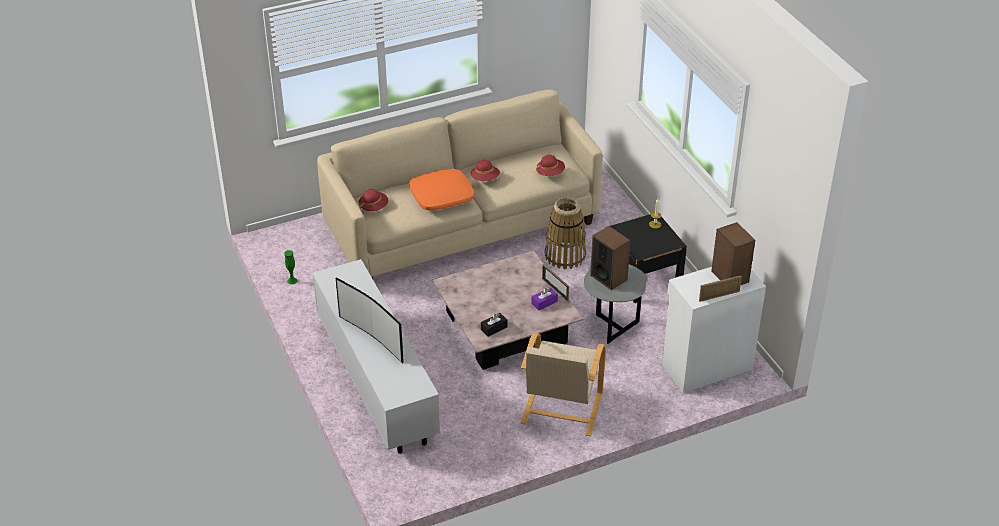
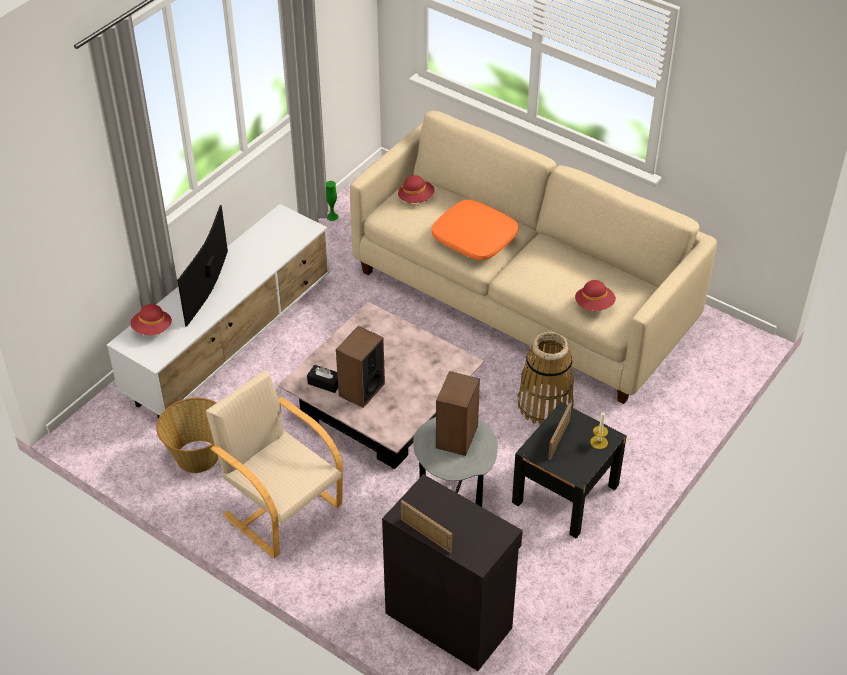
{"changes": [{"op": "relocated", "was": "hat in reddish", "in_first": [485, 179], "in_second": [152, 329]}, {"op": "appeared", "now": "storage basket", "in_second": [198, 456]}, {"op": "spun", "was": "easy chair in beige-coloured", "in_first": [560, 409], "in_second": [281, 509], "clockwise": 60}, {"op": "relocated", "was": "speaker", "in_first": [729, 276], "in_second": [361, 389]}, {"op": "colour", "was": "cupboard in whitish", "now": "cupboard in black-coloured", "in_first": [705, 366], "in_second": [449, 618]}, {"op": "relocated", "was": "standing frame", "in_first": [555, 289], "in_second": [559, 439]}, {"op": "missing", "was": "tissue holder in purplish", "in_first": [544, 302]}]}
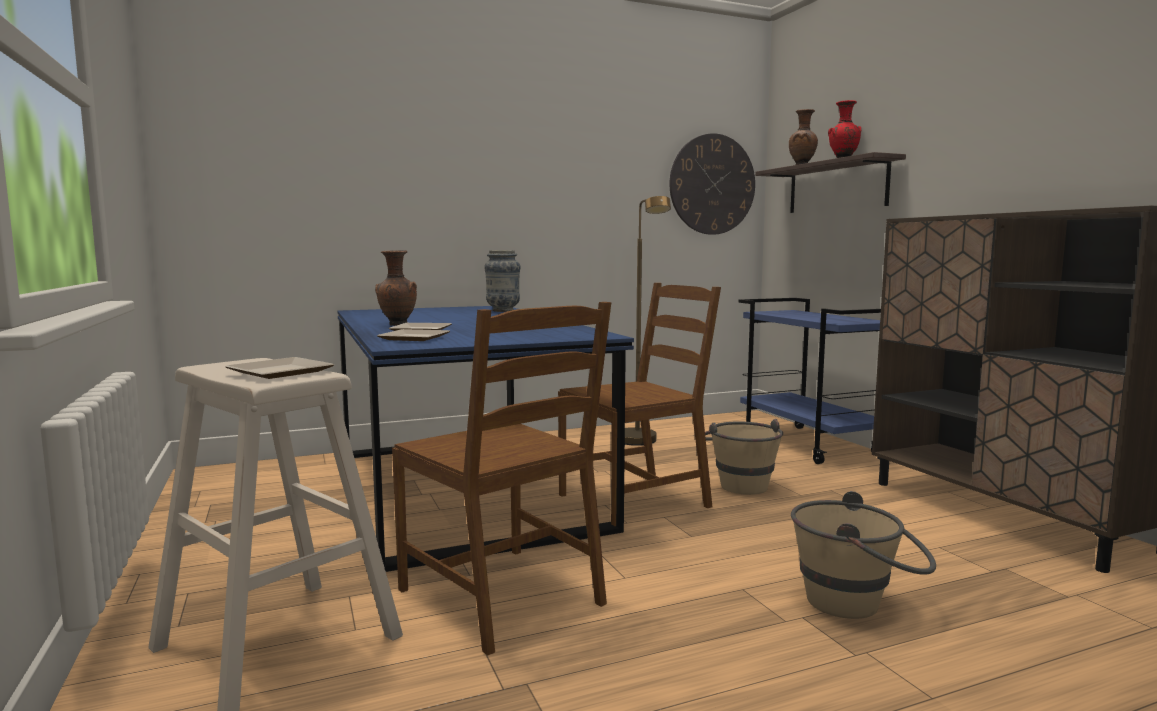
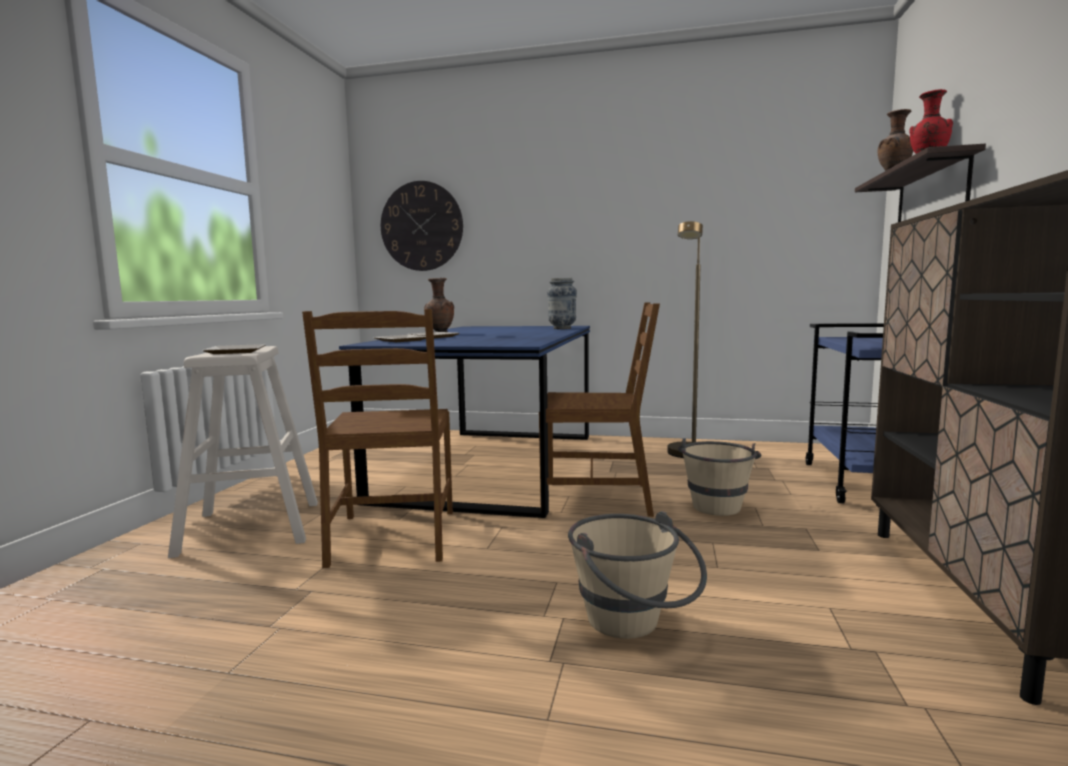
{"changes": [{"op": "relocated", "was": "clock on the wall", "in_first": [712, 184], "in_second": [421, 226]}]}
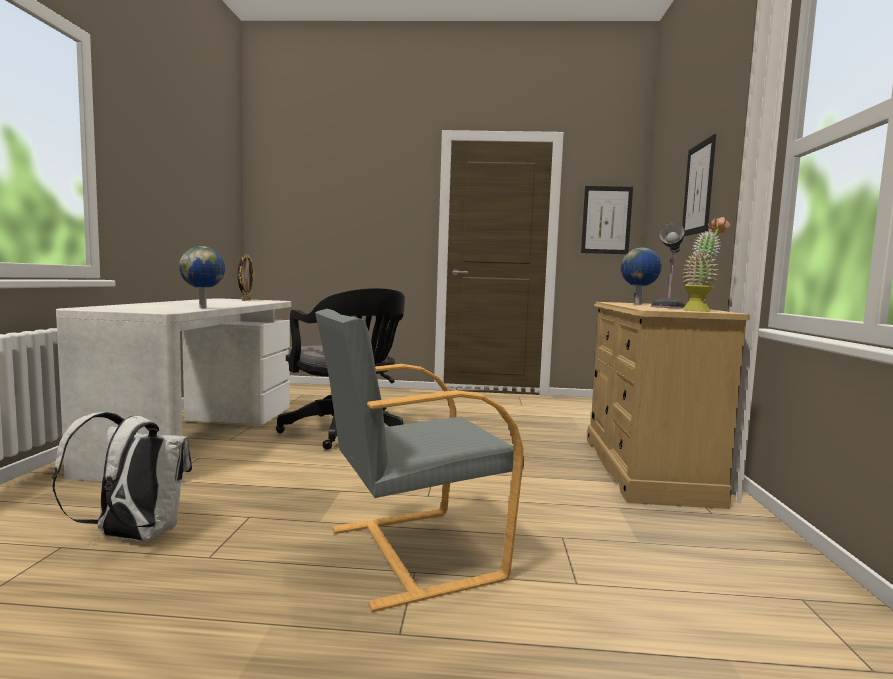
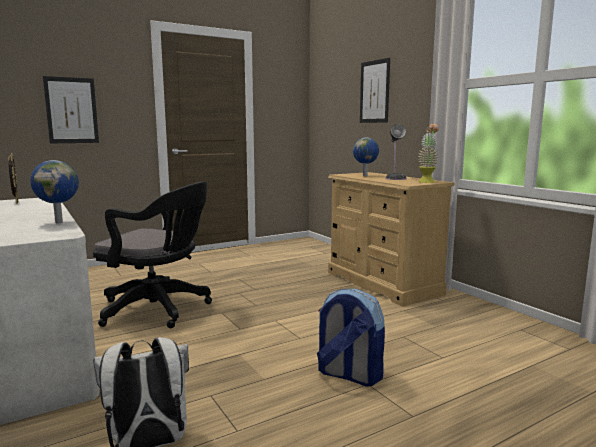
{"changes": [{"op": "relocated", "was": "wall art", "in_first": [606, 220], "in_second": [71, 110]}, {"op": "exchanged", "was": "easy chair in greyish", "now": "knapsack", "in_first": [410, 552], "in_second": [348, 375]}]}
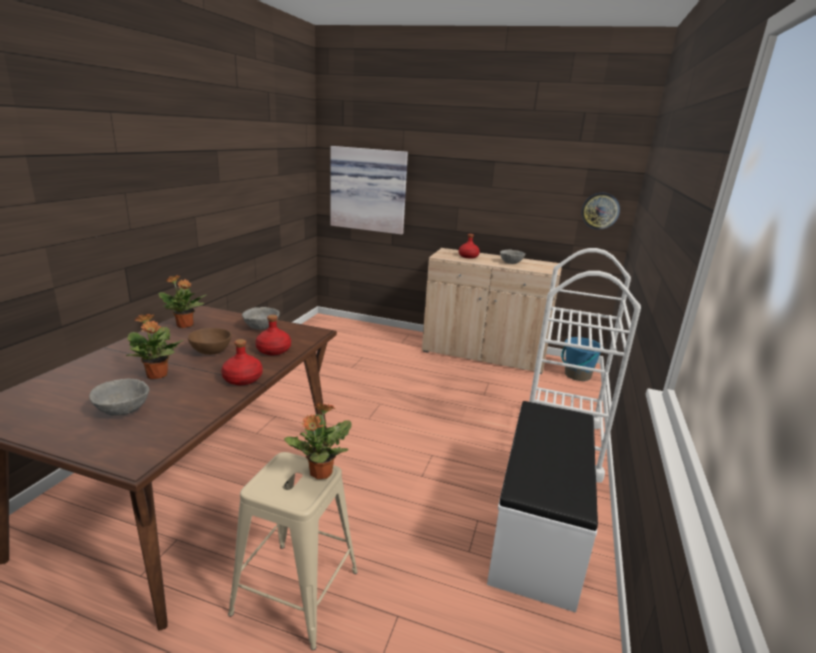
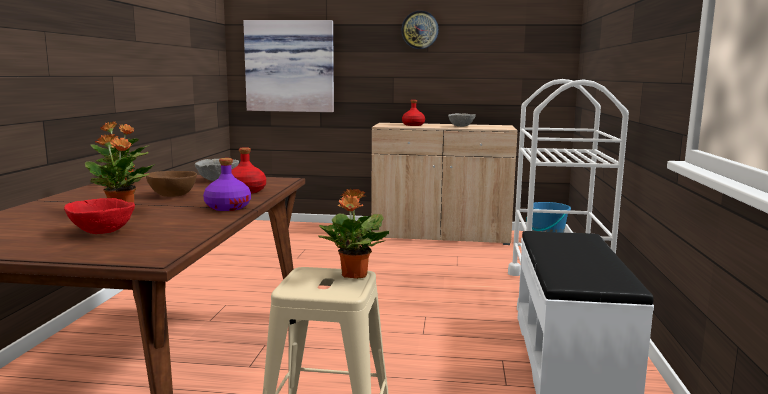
{"changes": [{"op": "colour", "was": "deep dish in greyish", "now": "deep dish in reddish", "in_first": [122, 410], "in_second": [101, 232]}, {"op": "colour", "was": "drink bottle in reddish", "now": "drink bottle in purplish", "in_first": [242, 379], "in_second": [227, 207]}, {"op": "relocated", "was": "clock on the wall", "in_first": [600, 211], "in_second": [420, 30]}]}
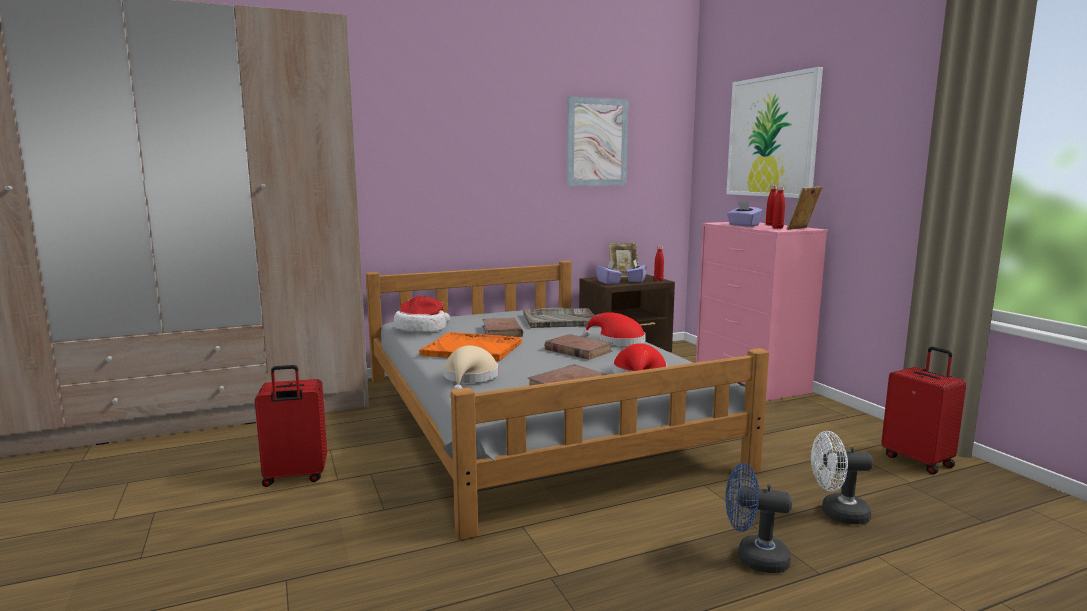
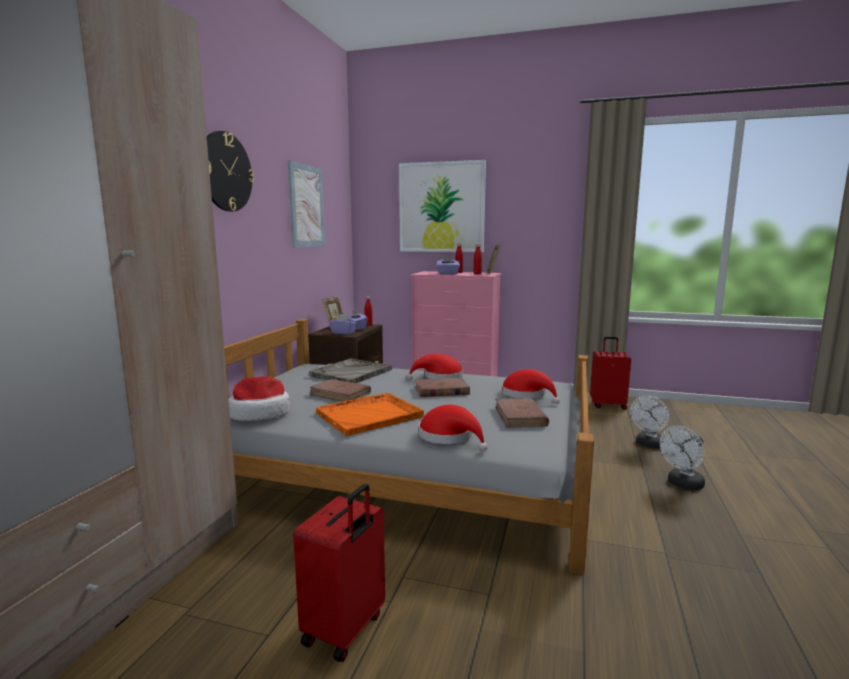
{"changes": [{"op": "appeared", "now": "clock on the wall", "in_second": [225, 172]}, {"op": "colour", "was": "hat in beige-coloured", "now": "hat in reddish", "in_first": [470, 378], "in_second": [450, 437]}, {"op": "colour", "was": "electric fan in blue-coloured", "now": "electric fan in whitish", "in_first": [753, 558], "in_second": [682, 484]}]}
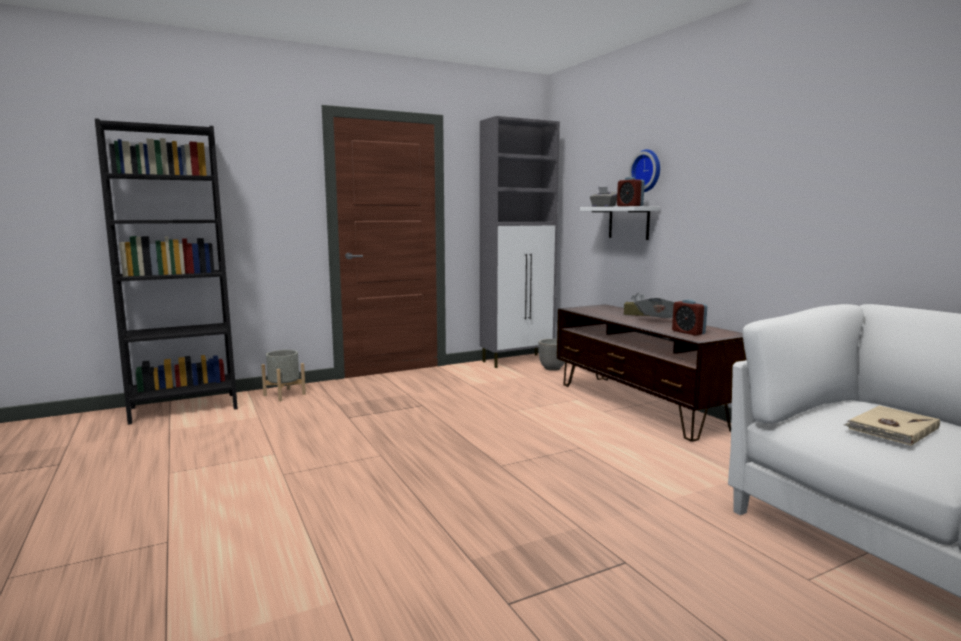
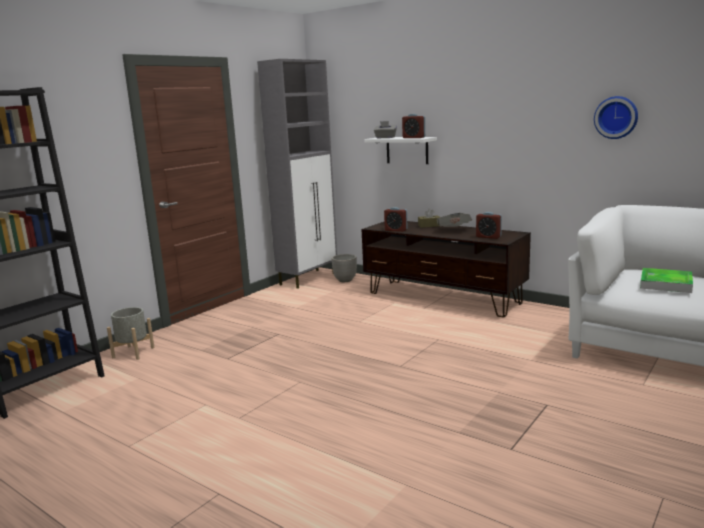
{"changes": [{"op": "appeared", "now": "table clock", "in_second": [396, 230]}, {"op": "relocated", "was": "clock on the wall", "in_first": [647, 171], "in_second": [616, 117]}, {"op": "exchanged", "was": "book in beige-coloured", "now": "tray", "in_first": [891, 428], "in_second": [665, 284]}]}
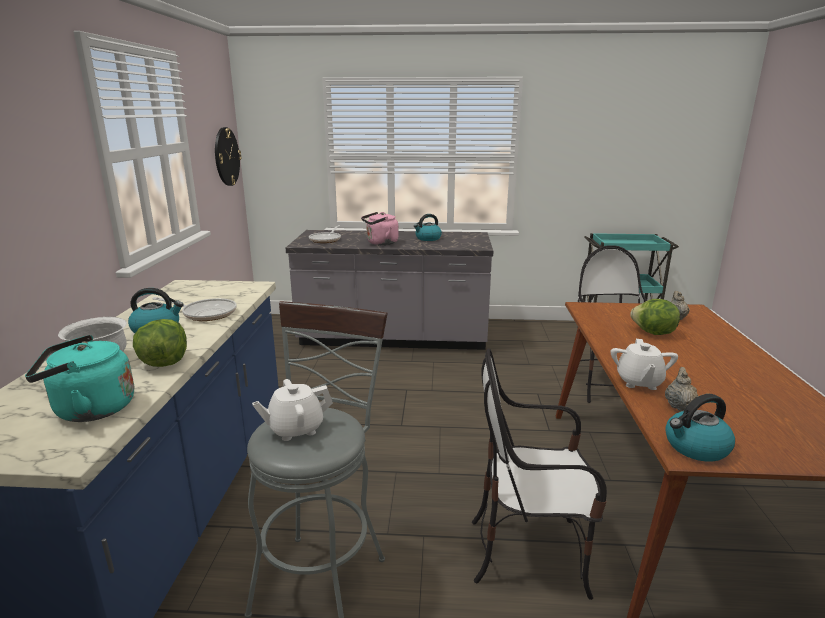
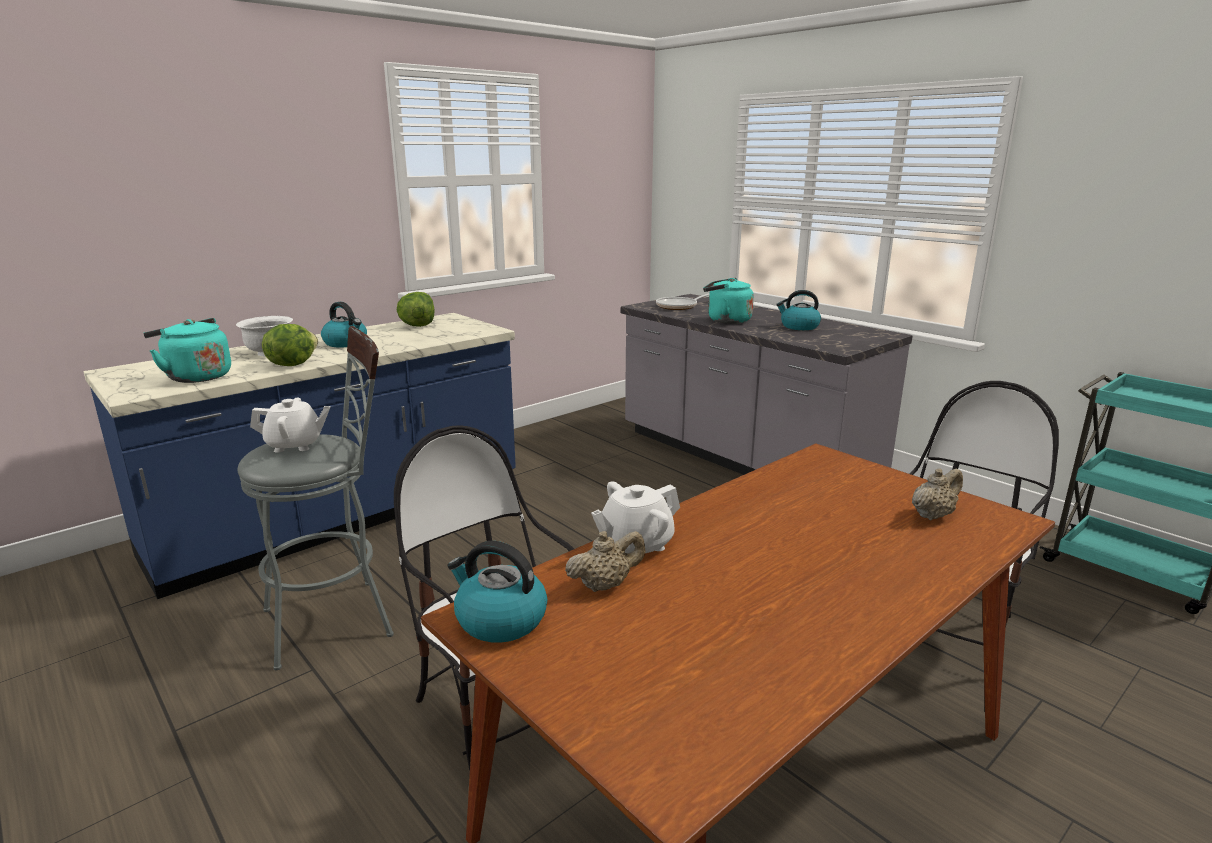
{"changes": [{"op": "spun", "was": "teapot in whitish", "in_first": [295, 429], "in_second": [295, 445], "clockwise": 150}, {"op": "relocated", "was": "lettuce", "in_first": [653, 333], "in_second": [417, 325]}, {"op": "colour", "was": "kettle in pink-coloured", "now": "kettle in turquoise-coloured", "in_first": [380, 243], "in_second": [726, 320]}, {"op": "missing", "was": "pan", "in_first": [205, 313]}, {"op": "missing", "was": "clock on the wall", "in_first": [226, 156]}]}
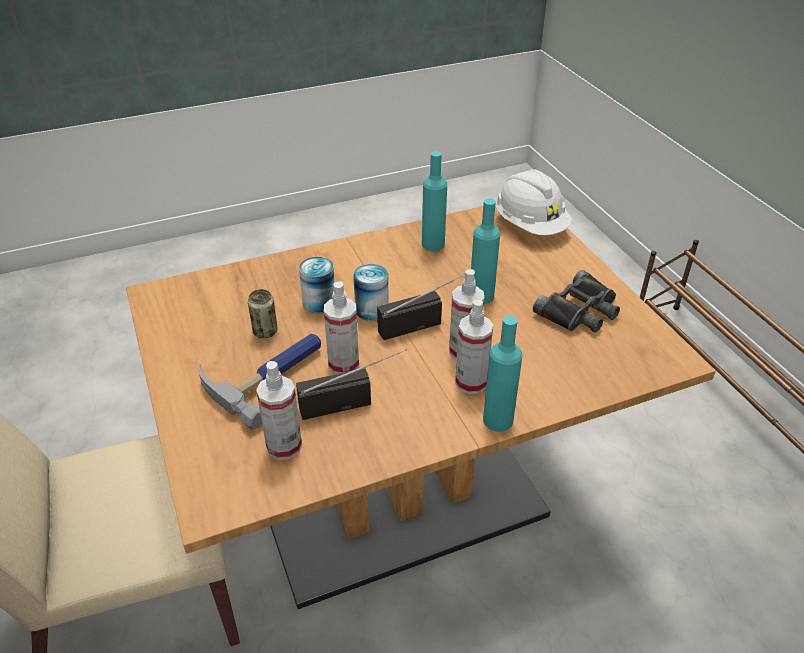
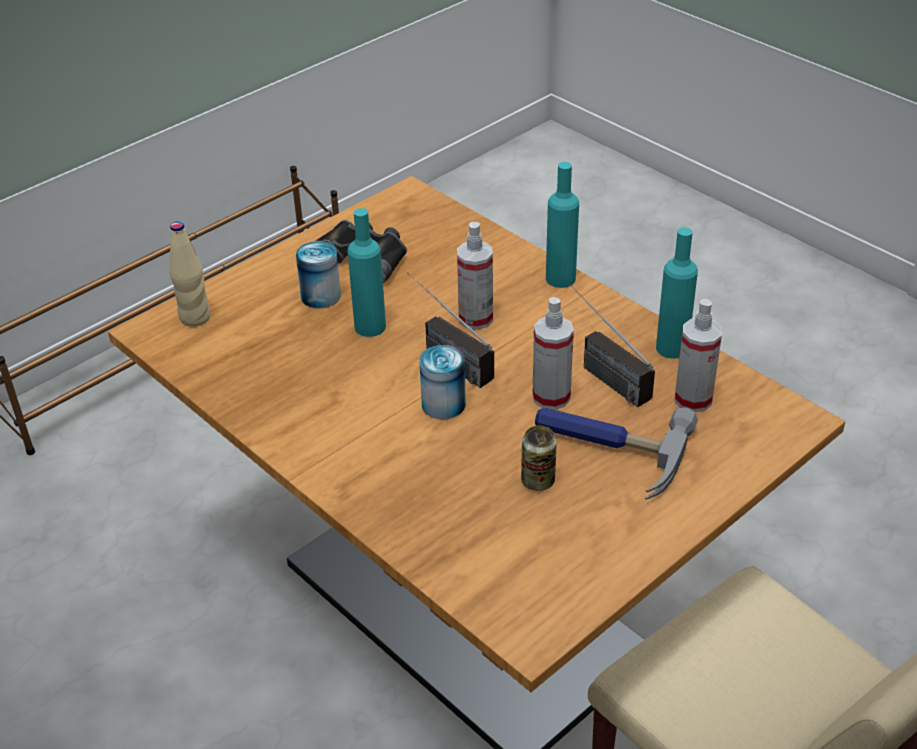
{"changes": [{"op": "exchanged", "was": "hard hat in whitish", "now": "drink bottle in beige-coloured", "in_first": [530, 225], "in_second": [195, 318]}, {"op": "relocated", "was": "sealed can", "in_first": [319, 302], "in_second": [321, 296]}, {"op": "relocated", "was": "drink bottle in turquoise-coloured", "in_first": [433, 244], "in_second": [672, 348]}, {"op": "missing", "was": "sprayer", "in_first": [471, 382]}]}
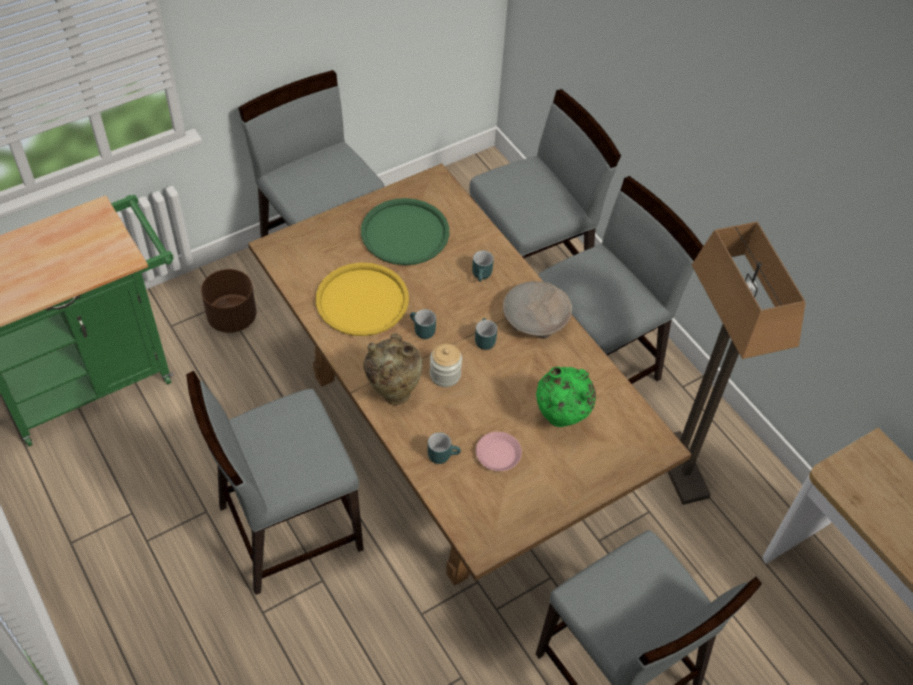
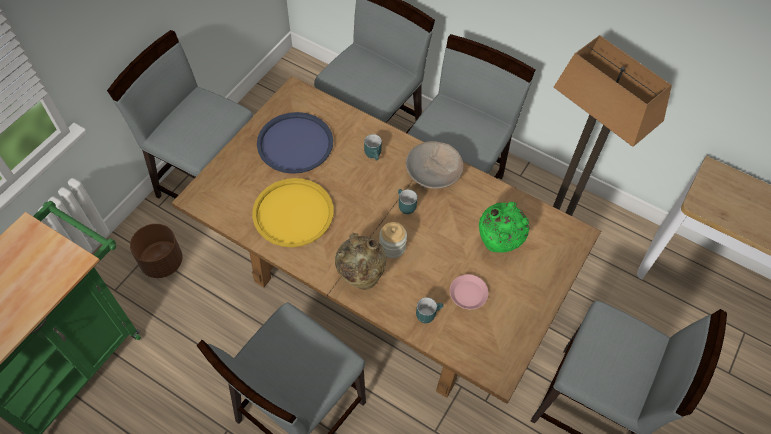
{"changes": [{"op": "colour", "was": "tray in green", "now": "tray in blue-coloured", "in_first": [405, 233], "in_second": [295, 143]}, {"op": "missing", "was": "tea mug in turquoise-coloured", "in_first": [421, 331]}]}
